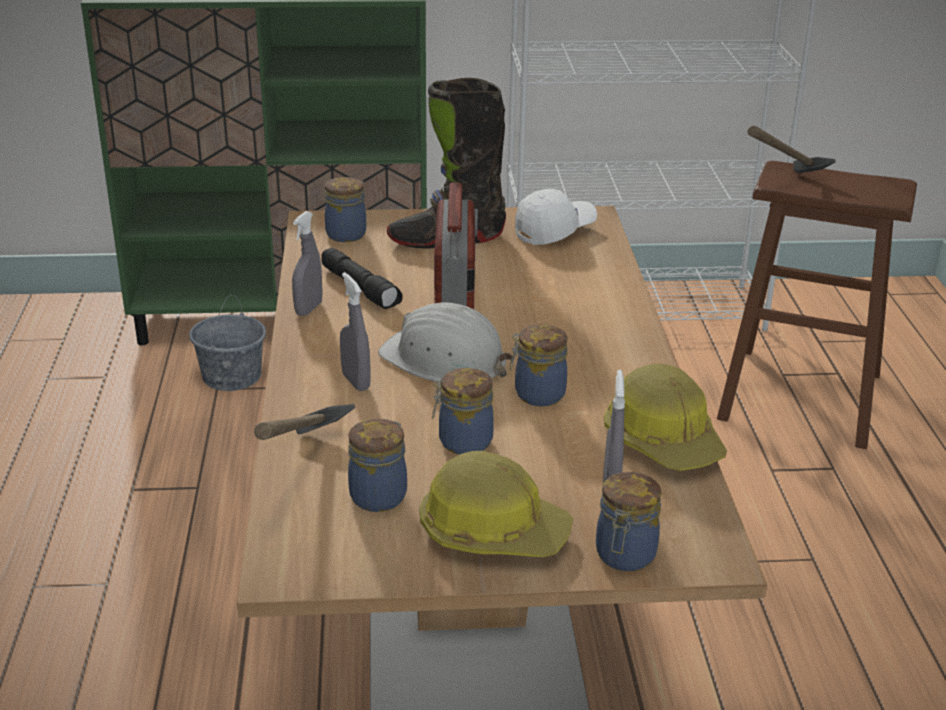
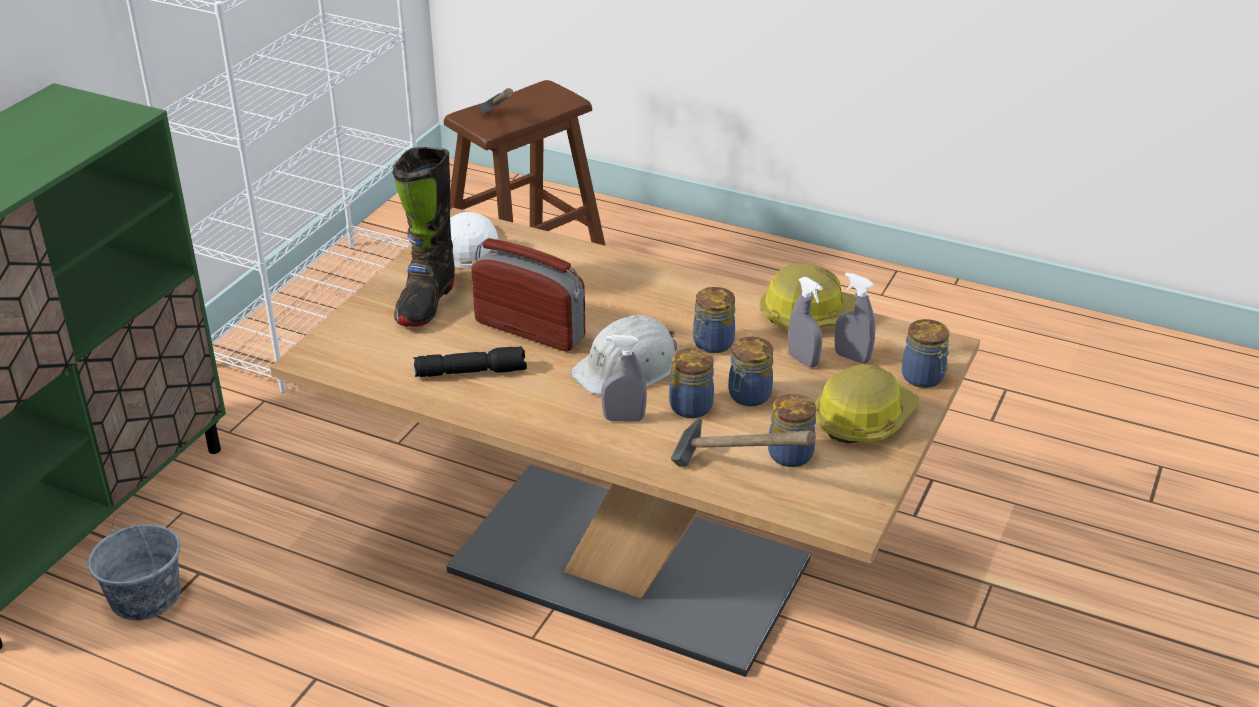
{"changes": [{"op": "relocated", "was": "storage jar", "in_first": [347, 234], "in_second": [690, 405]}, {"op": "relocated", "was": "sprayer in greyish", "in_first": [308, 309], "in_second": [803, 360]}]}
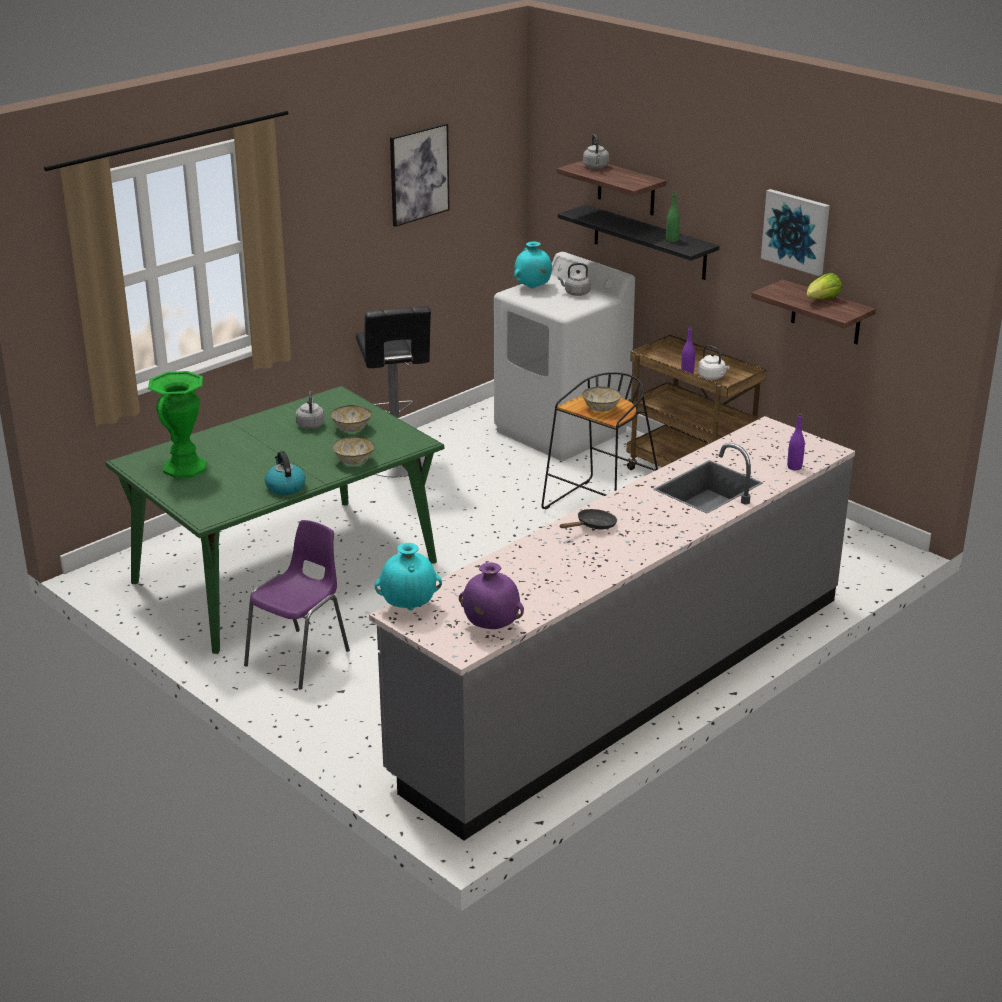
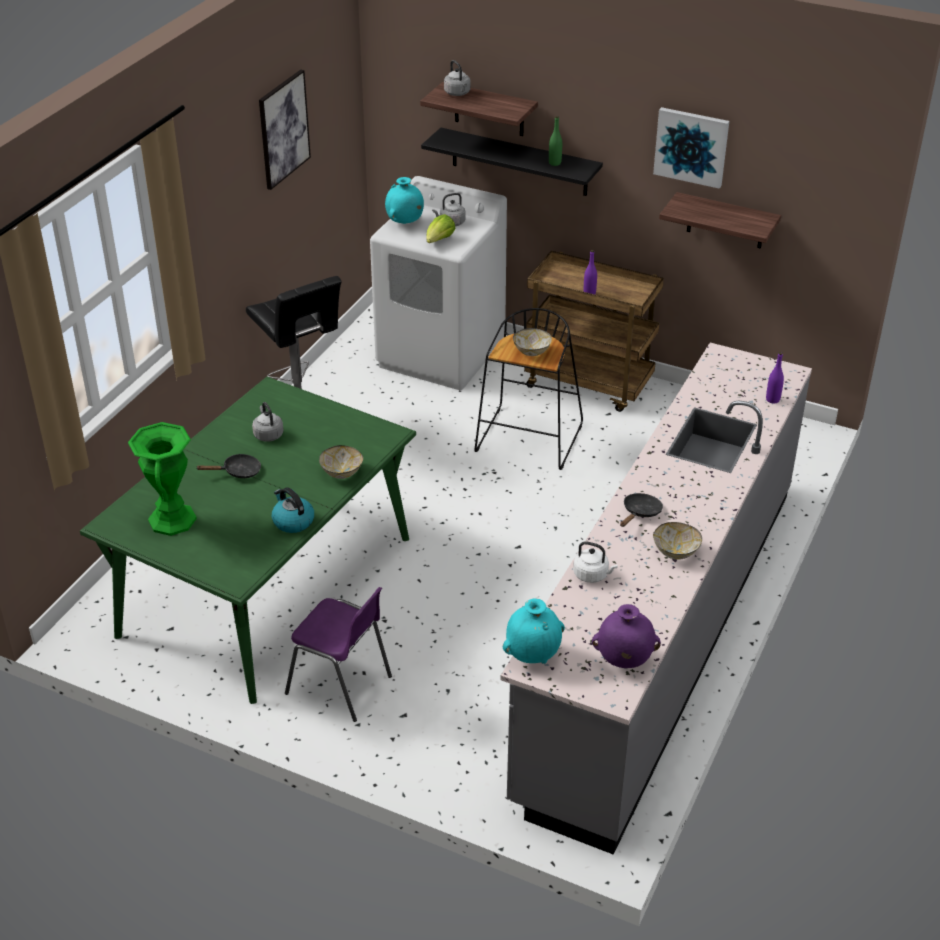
{"changes": [{"op": "appeared", "now": "pan in black-coloured", "in_second": [238, 472]}, {"op": "spun", "was": "upright chair in purplish", "in_first": [300, 657], "in_second": [341, 686], "clockwise": 105}, {"op": "relocated", "was": "lettuce", "in_first": [822, 300], "in_second": [439, 241]}, {"op": "relocated", "was": "kettle in whitish", "in_first": [712, 377], "in_second": [592, 575]}, {"op": "relocated", "was": "deep dish", "in_first": [352, 429], "in_second": [676, 552]}]}
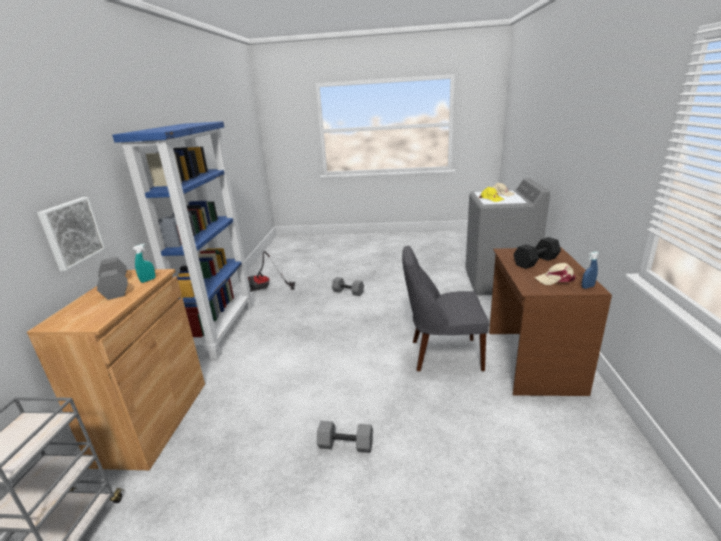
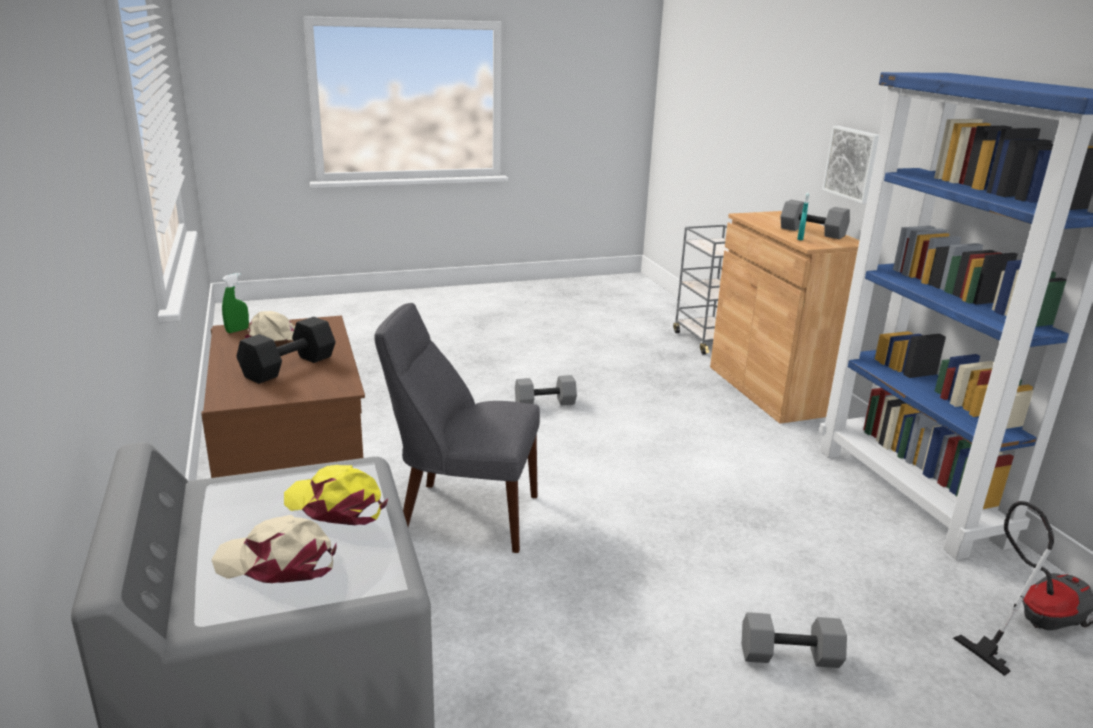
{"changes": [{"op": "colour", "was": "sprayer in blue-coloured", "now": "sprayer in green", "in_first": [587, 287], "in_second": [237, 330]}, {"op": "spun", "was": "upright chair in greyish", "in_first": [442, 354], "in_second": [463, 514], "clockwise": -150}]}
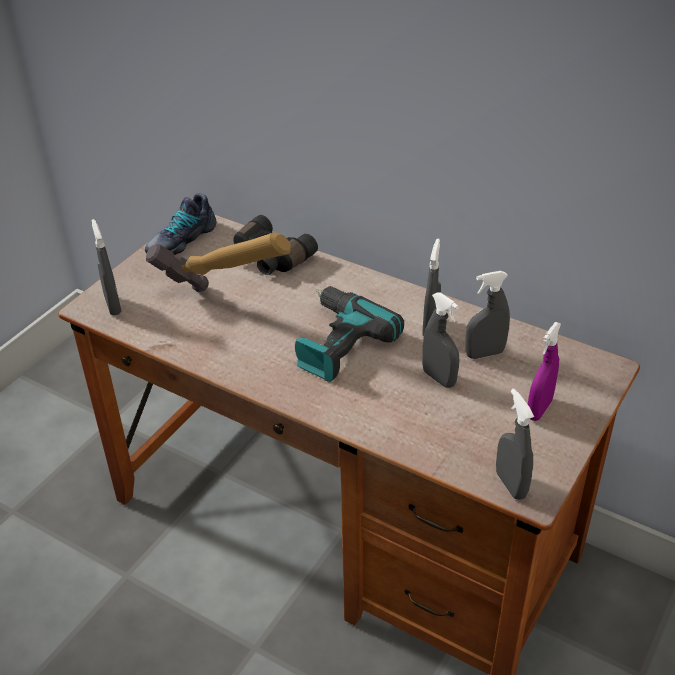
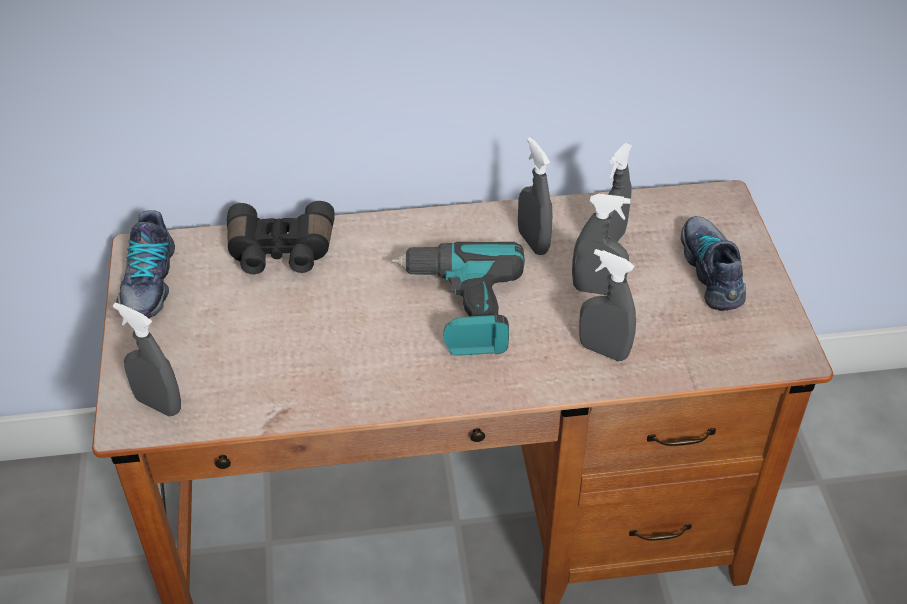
{"changes": [{"op": "relocated", "was": "sprayer in greyish", "in_first": [510, 485], "in_second": [603, 350]}, {"op": "exchanged", "was": "sprayer in purplish", "now": "shoe", "in_first": [539, 409], "in_second": [712, 270]}, {"op": "missing", "was": "tool hammer", "in_first": [222, 313]}]}
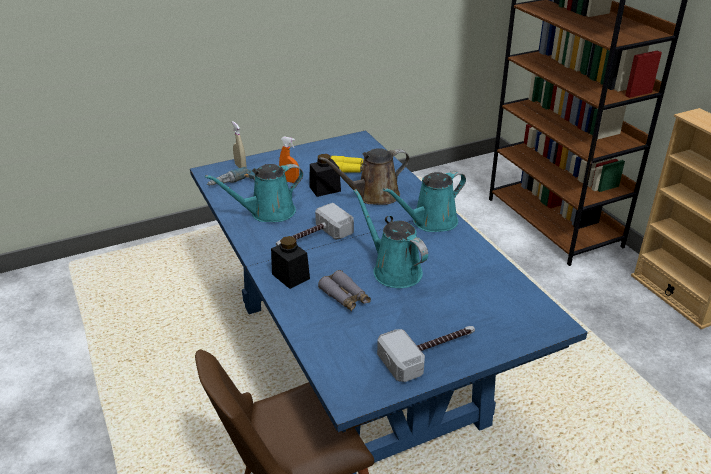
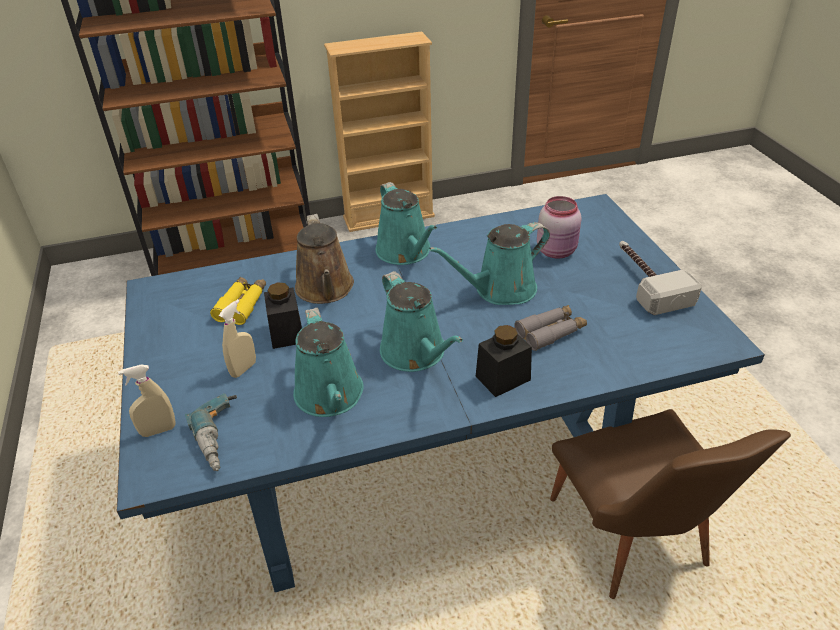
{"changes": [{"op": "colour", "was": "sprayer in orange", "now": "sprayer in beige-coloured", "in_first": [290, 181], "in_second": [243, 369]}, {"op": "exchanged", "was": "tool hammer", "now": "sprinkling can in turquoise-coloured", "in_first": [312, 239], "in_second": [416, 353]}, {"op": "appeared", "now": "storage jar in pink-coloured", "in_second": [557, 251]}]}
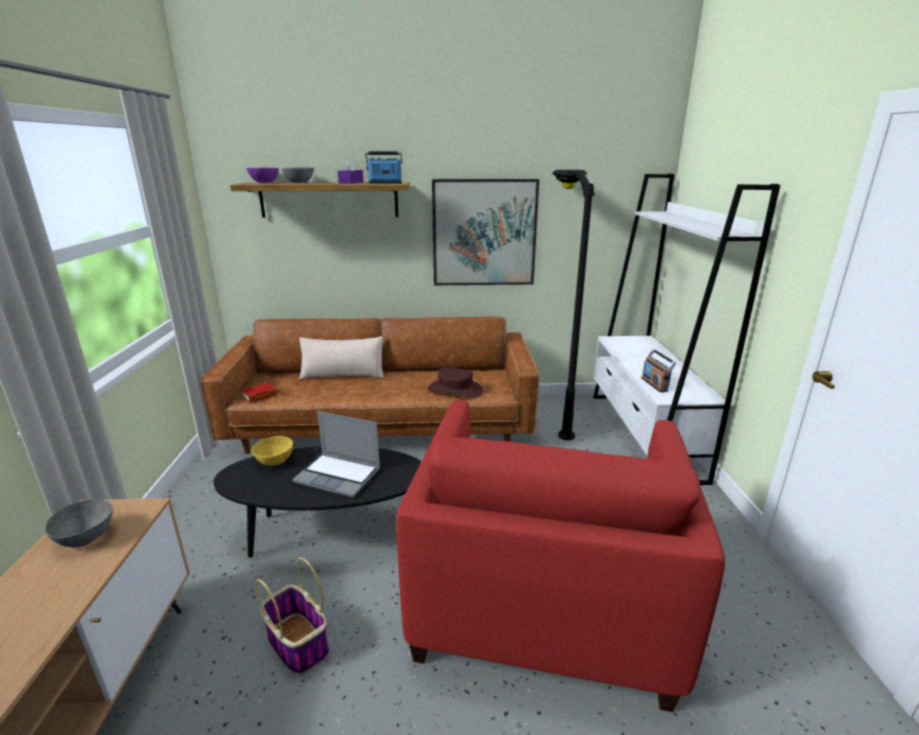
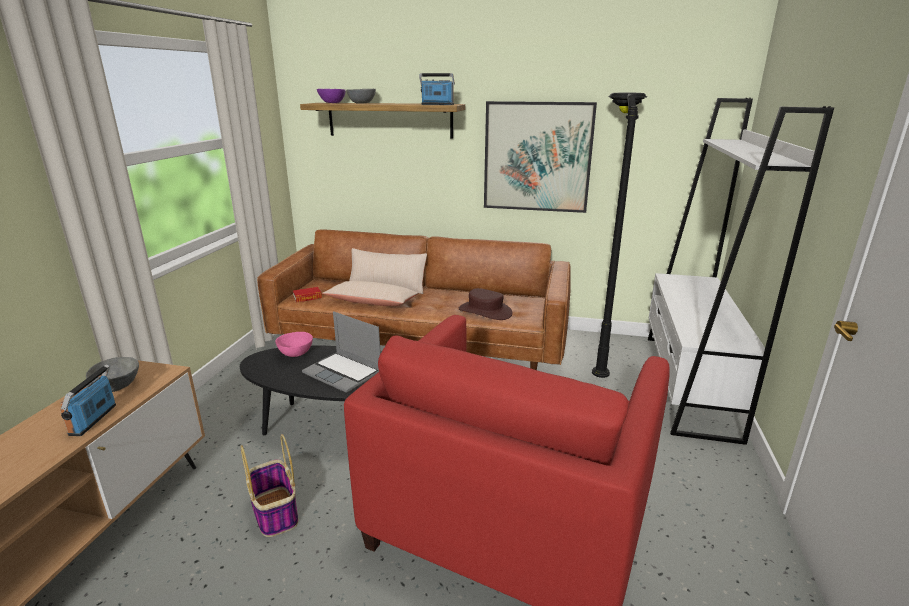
{"changes": [{"op": "relocated", "was": "radio set", "in_first": [654, 384], "in_second": [94, 420]}, {"op": "colour", "was": "deep dish in yellowish", "now": "deep dish in pink-coloured", "in_first": [274, 462], "in_second": [295, 354]}, {"op": "appeared", "now": "throw pillow in beige-coloured", "in_second": [372, 302]}, {"op": "missing", "was": "tissue holder in purplish", "in_first": [351, 183]}]}
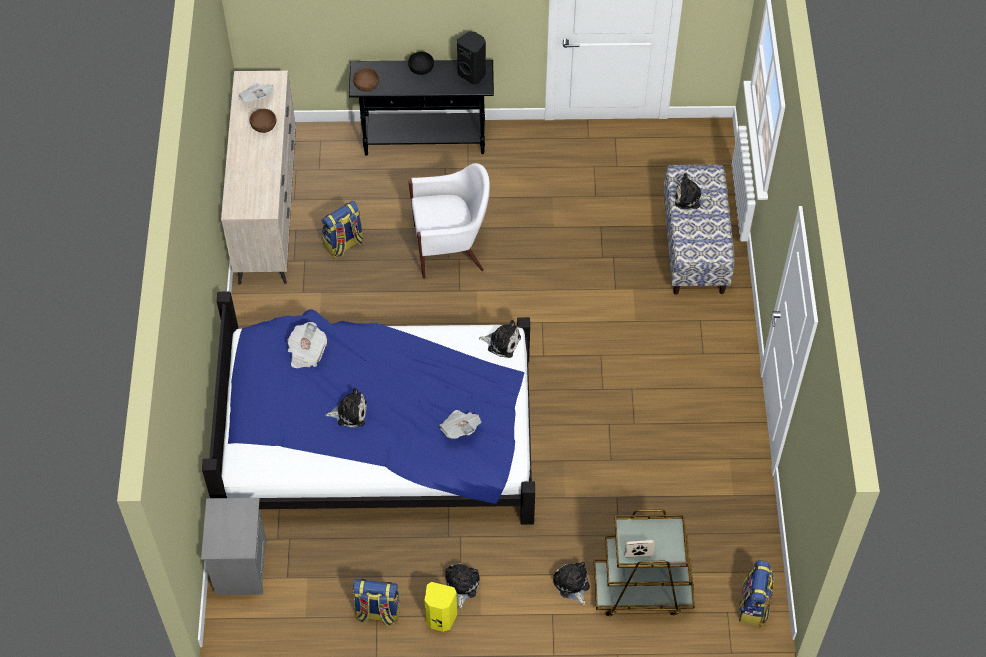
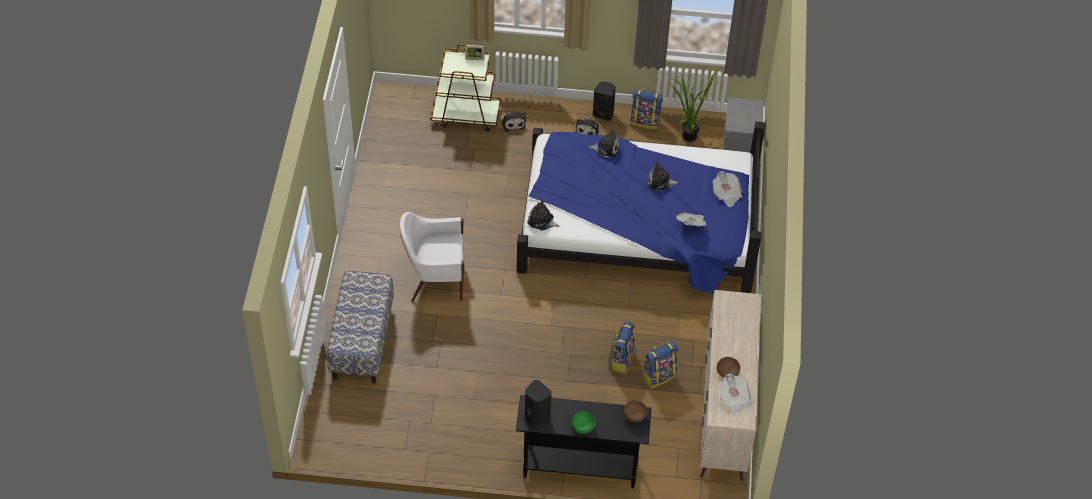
{"changes": [{"op": "relocated", "was": "easy chair in whitish", "in_first": [450, 248], "in_second": [435, 278]}, {"op": "colour", "was": "deep dish in black-coloured", "now": "deep dish in green", "in_first": [420, 68], "in_second": [583, 427]}, {"op": "relocated", "was": "soft toy", "in_first": [689, 198], "in_second": [606, 148]}, {"op": "colour", "was": "speaker in yellowish", "now": "speaker in black-coloured", "in_first": [440, 619], "in_second": [604, 113]}, {"op": "relocated", "was": "knapsack", "in_first": [754, 606], "in_second": [621, 359]}, {"op": "appeared", "now": "potted plant", "in_second": [686, 135]}, {"op": "relocated", "was": "daily paper", "in_first": [460, 429], "in_second": [726, 194]}]}
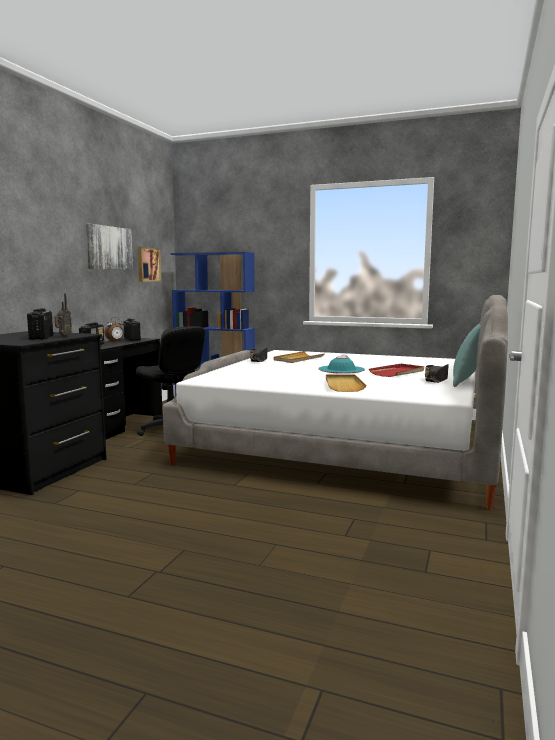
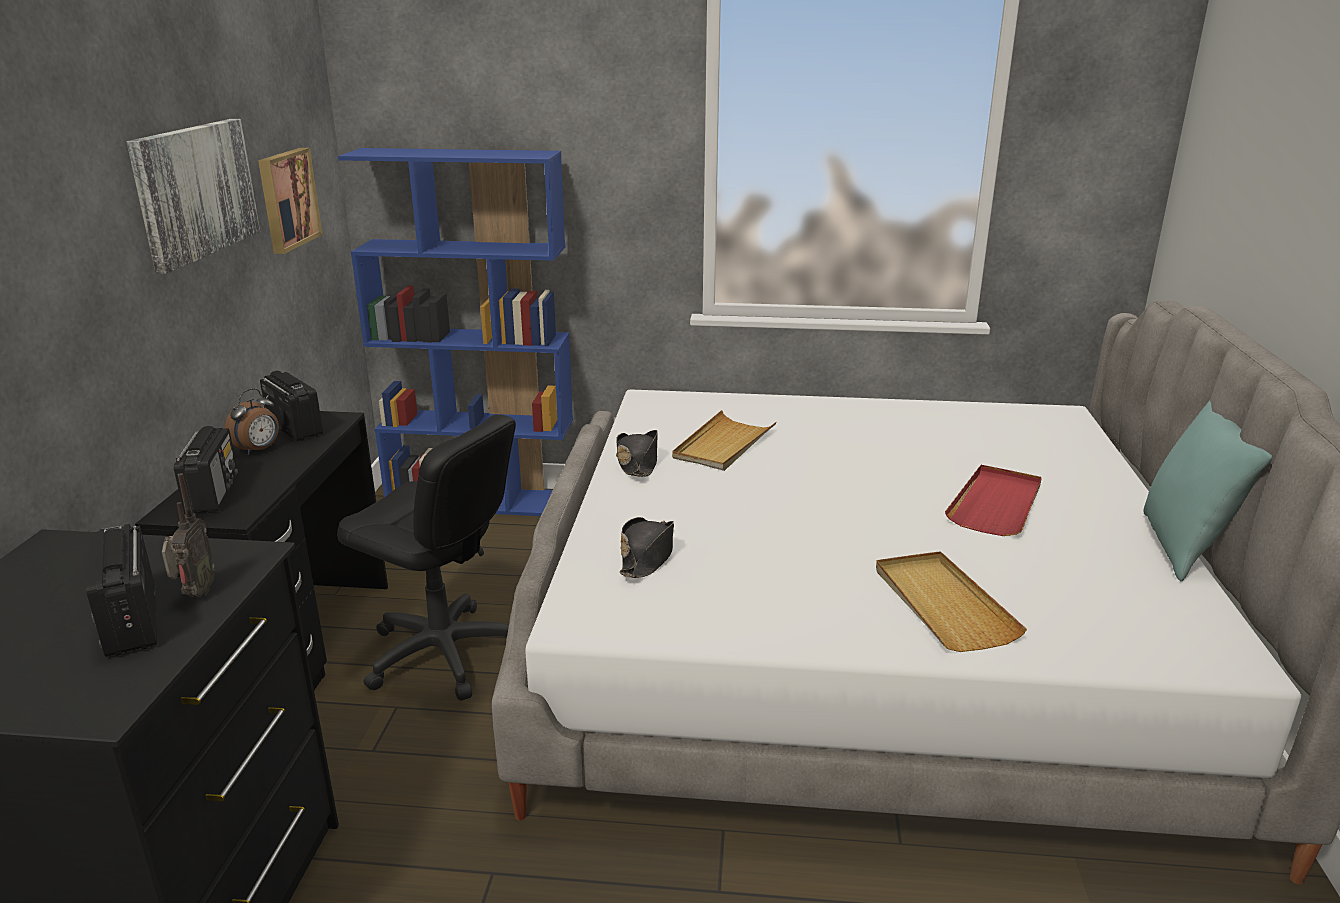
{"changes": [{"op": "relocated", "was": "hat in black-coloured", "in_first": [436, 380], "in_second": [648, 556]}, {"op": "missing", "was": "hat in turquoise-coloured", "in_first": [341, 369]}]}
